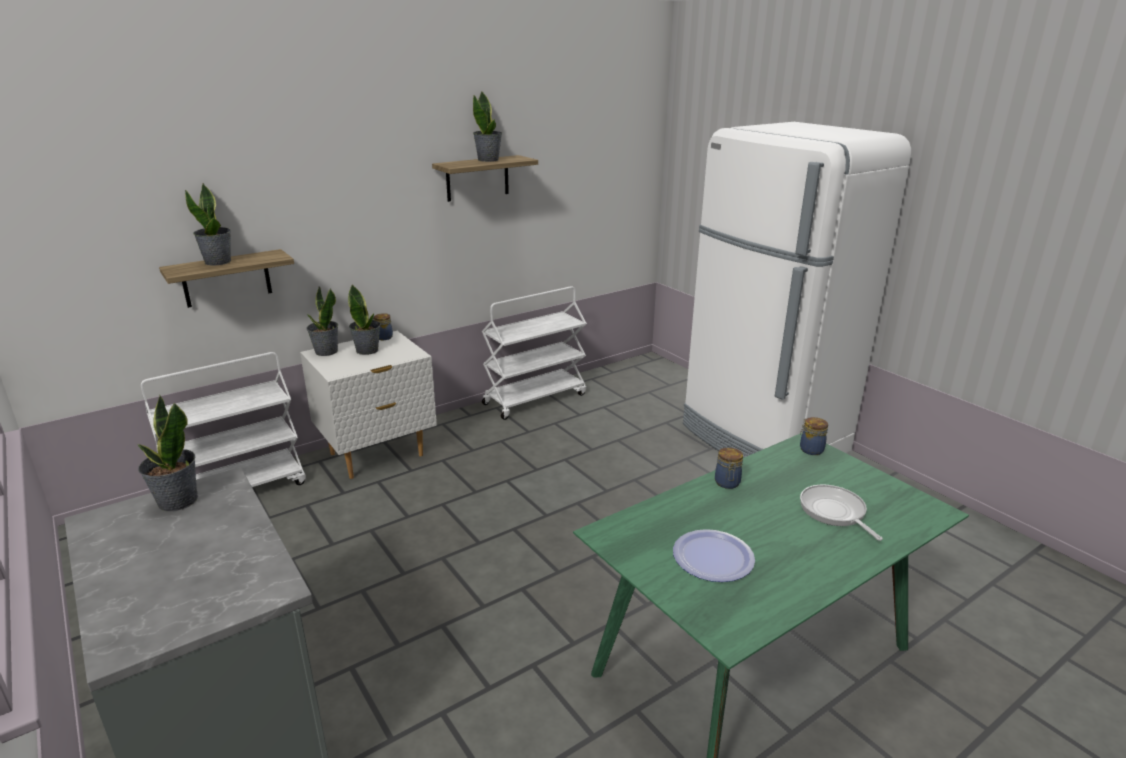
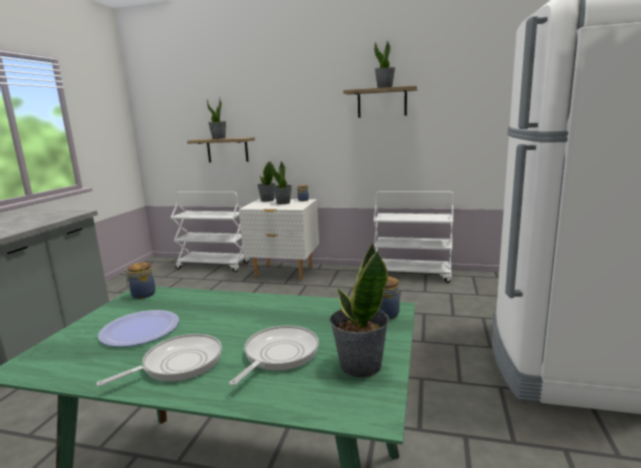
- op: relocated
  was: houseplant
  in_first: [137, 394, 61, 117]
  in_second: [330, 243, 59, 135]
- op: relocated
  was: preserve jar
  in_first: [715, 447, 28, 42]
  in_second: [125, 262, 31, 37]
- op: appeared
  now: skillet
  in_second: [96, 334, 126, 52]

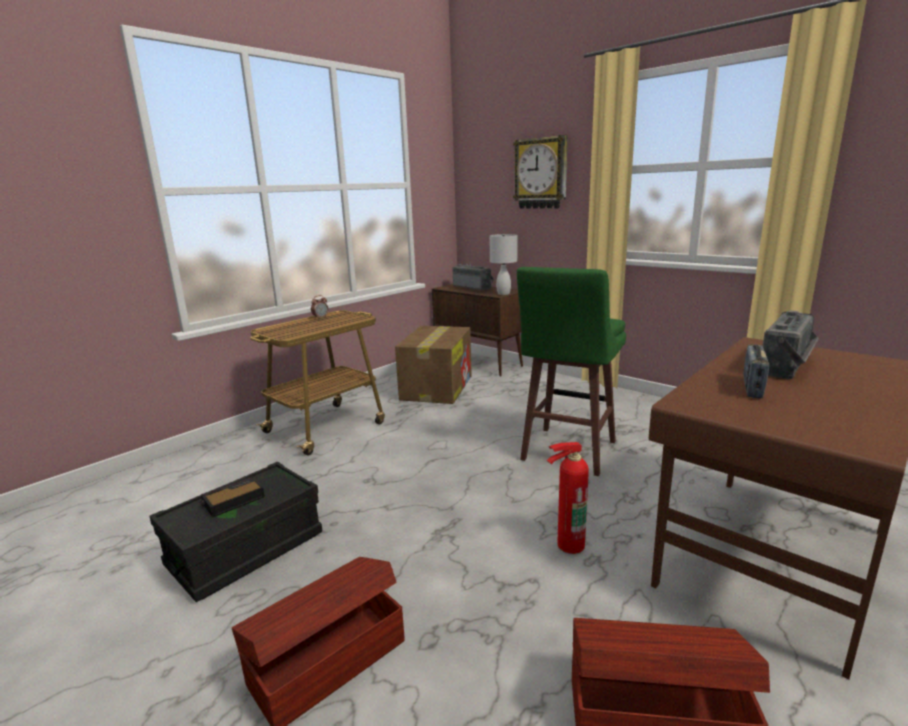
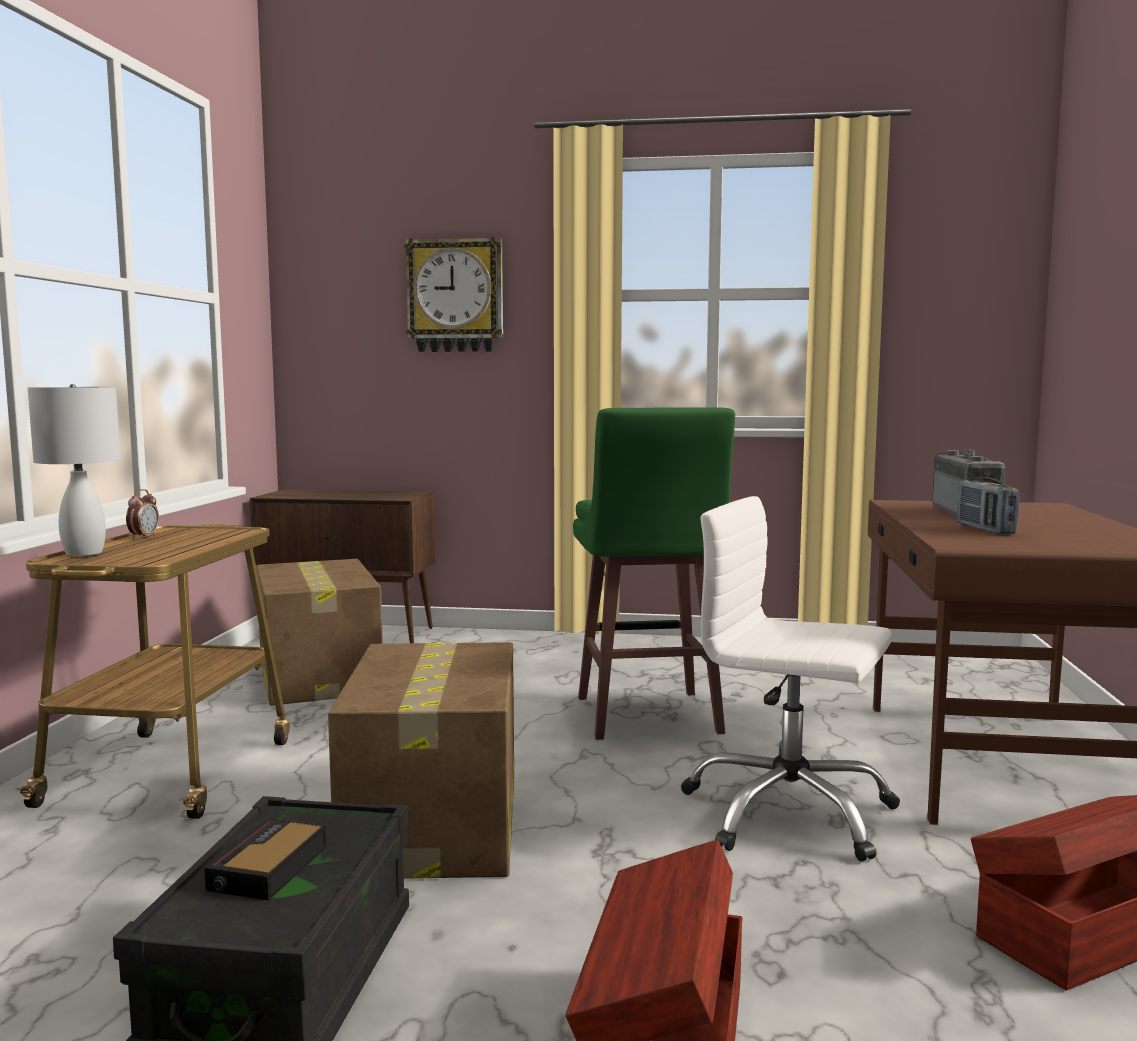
- op: relocated
  was: white-coloured table lamp
  in_first: [489, 234, 28, 61]
  in_second: [28, 384, 93, 172]
- op: missing
  was: radio set
  in_first: [453, 263, 41, 28]
- op: exchanged
  was: extinguisher
  now: white-coloured desk chair
  in_first: [547, 442, 42, 112]
  in_second: [681, 496, 219, 366]
- op: appeared
  now: cardboard box
  in_second: [328, 642, 186, 237]

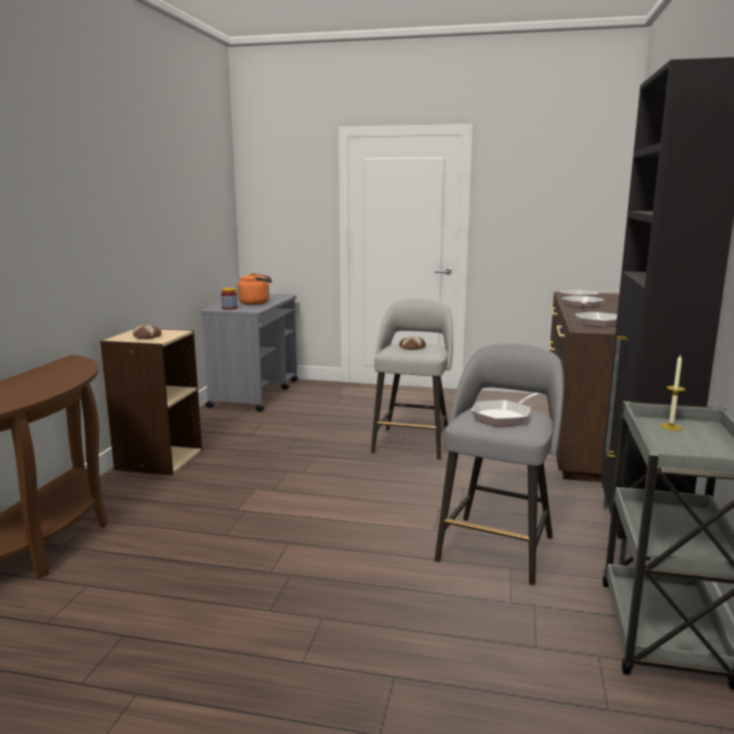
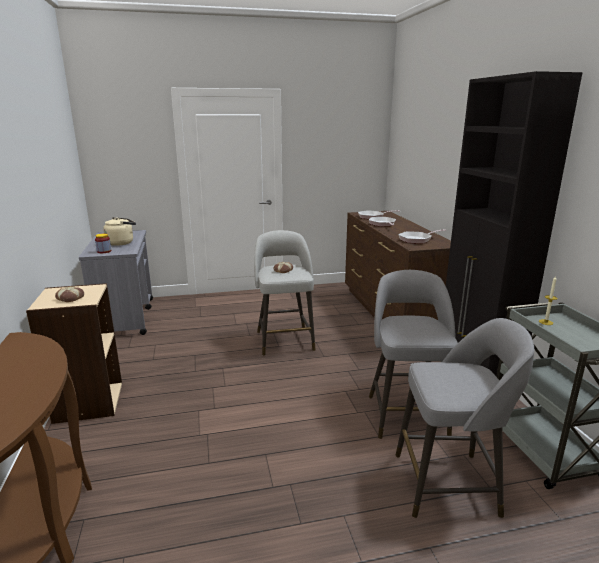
- op: colour
  was: orangey kettle
  now: beige-coloured kettle
  in_first: [238, 273, 34, 32]
  in_second: [103, 217, 33, 29]
- op: missing
  was: skillet
  in_first: [471, 392, 72, 34]
- op: appeared
  now: greyish sitting stool
  in_second: [396, 318, 138, 200]

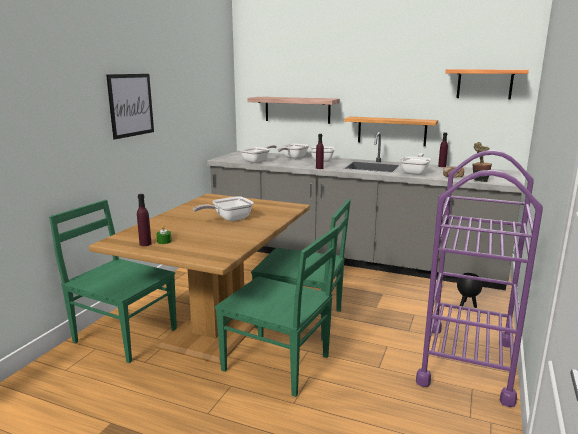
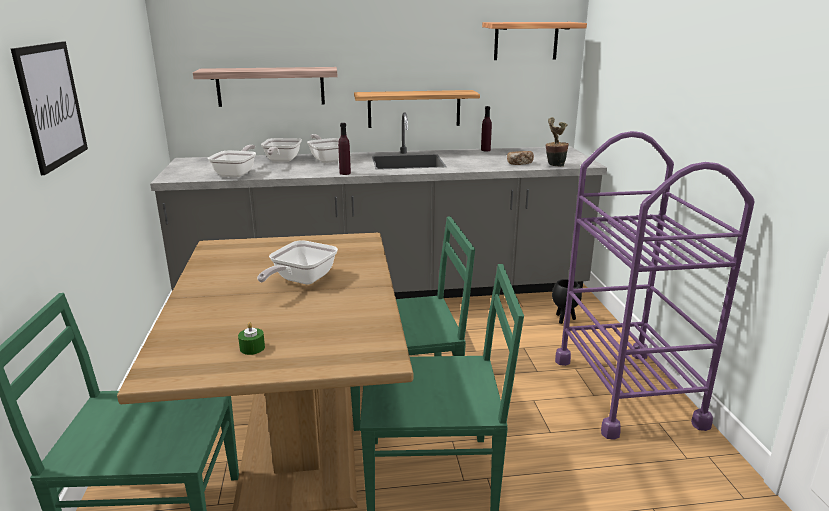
- op: missing
  was: skillet
  in_first: [400, 153, 31, 22]
- op: missing
  was: purple-coloured beverage bottle
  in_first: [137, 194, 15, 52]

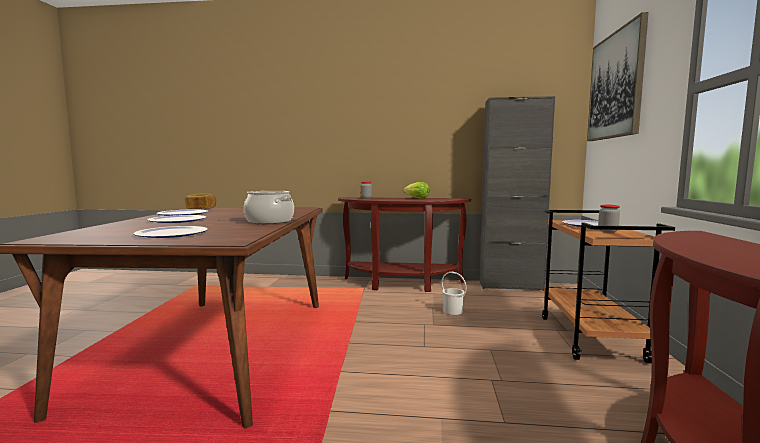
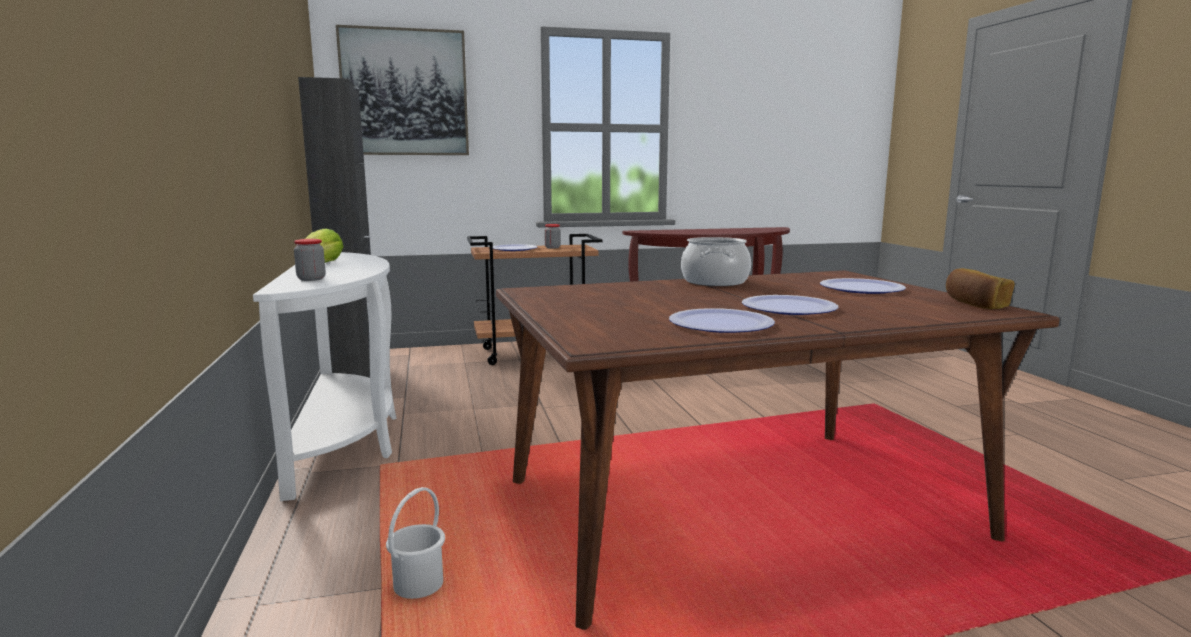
- op: relocated
  was: bread
  in_first: [185, 193, 31, 16]
  in_second: [946, 268, 68, 41]
- op: colour
  was: brown-coloured narrow table
  now: white-coloured narrow table
  in_first: [338, 197, 133, 95]
  in_second: [253, 252, 143, 249]
- op: relocated
  was: white-coloured water bucket
  in_first: [441, 272, 26, 43]
  in_second: [386, 487, 59, 112]

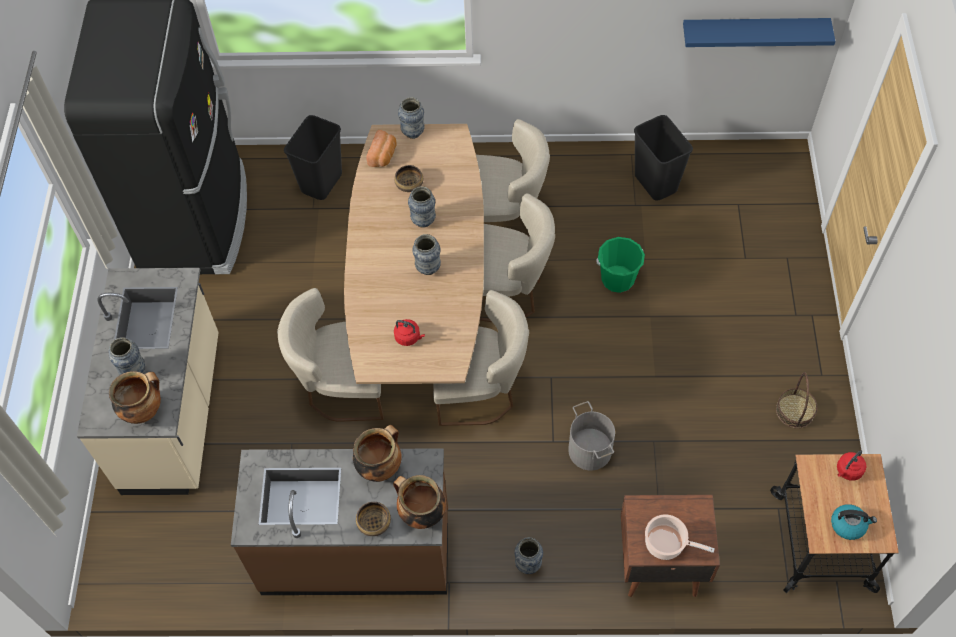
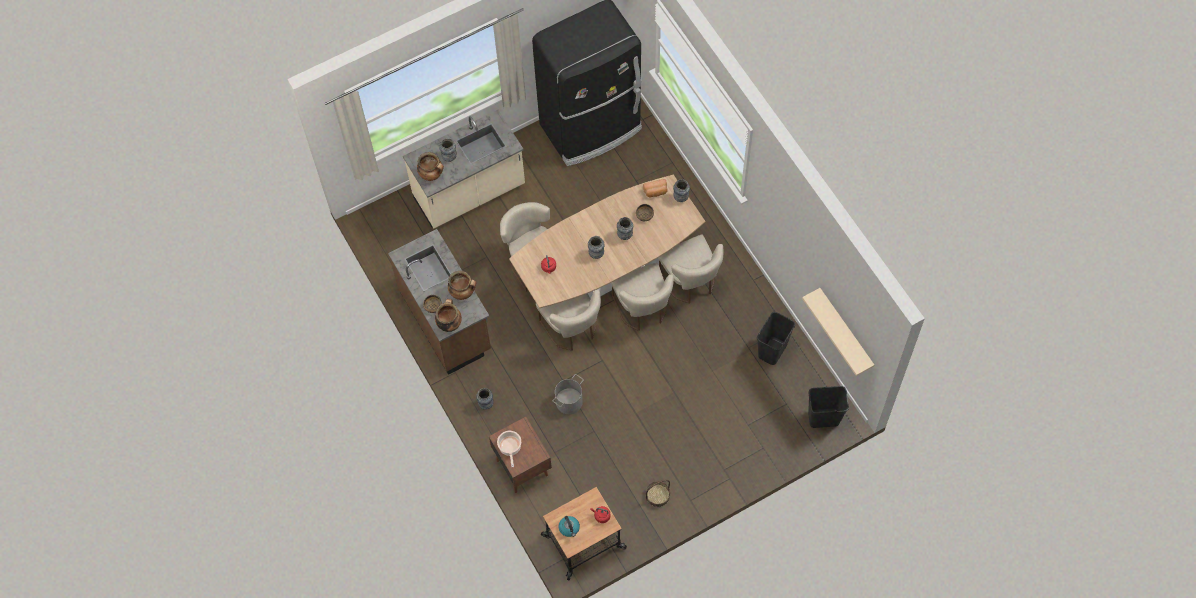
- op: colour
  was: blue wall shelf
  now: beige-coloured wall shelf
  in_first: [683, 18, 153, 29]
  in_second: [802, 288, 72, 88]
- op: relocated
  was: blackish rubbish bin
  in_first: [284, 115, 58, 85]
  in_second: [808, 386, 41, 42]
- op: missing
  was: greenish water bucket
  in_first: [596, 237, 49, 56]

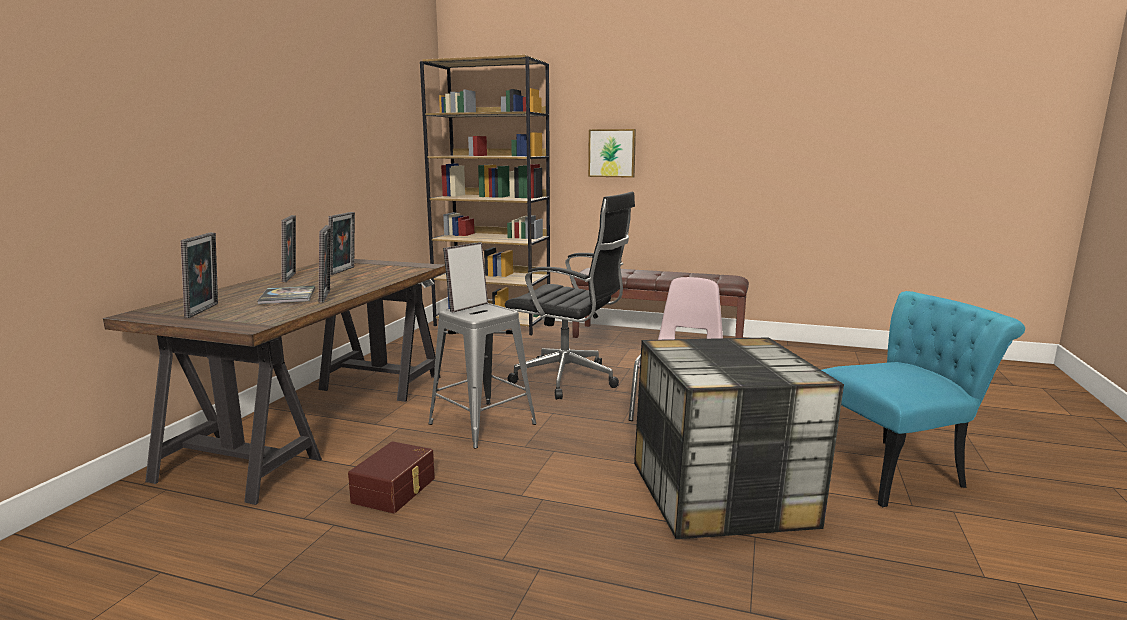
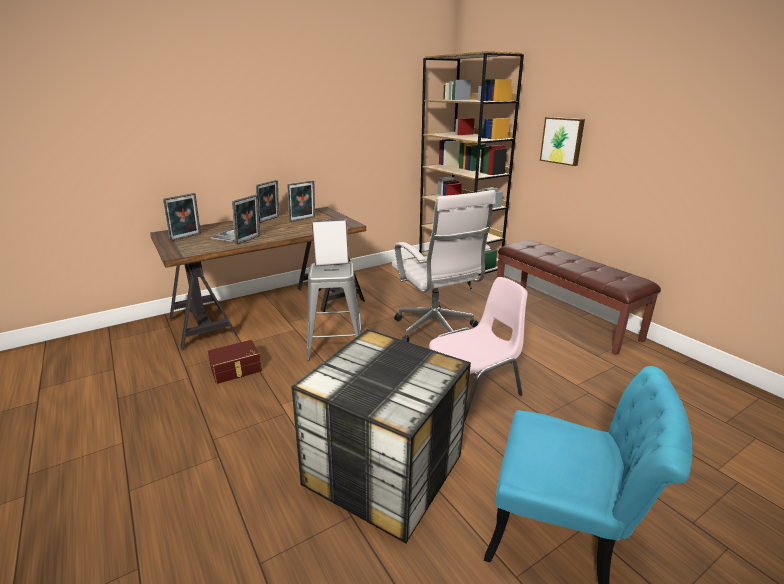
- op: colour
  was: blackish desk chair
  now: white-coloured desk chair
  in_first: [505, 192, 130, 208]
  in_second: [392, 190, 104, 152]

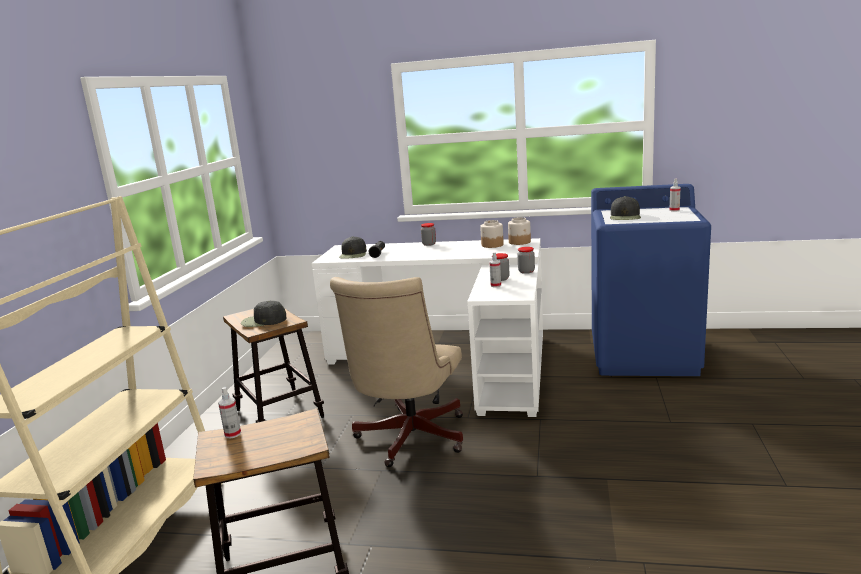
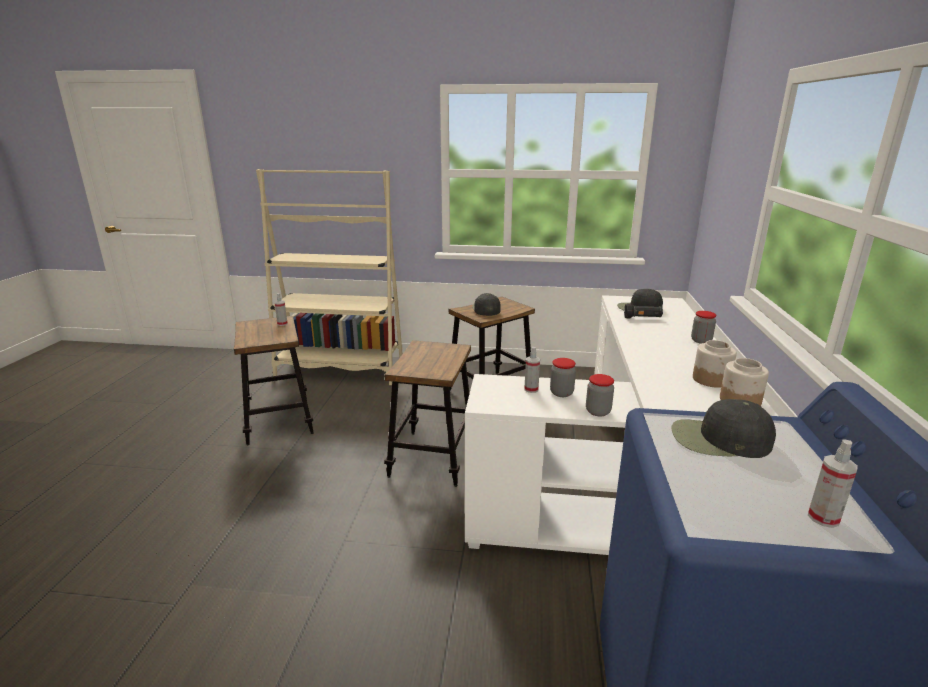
- op: exchanged
  was: beige-coloured desk chair
  now: sitting stool
  in_first: [330, 277, 133, 190]
  in_second: [384, 340, 87, 147]

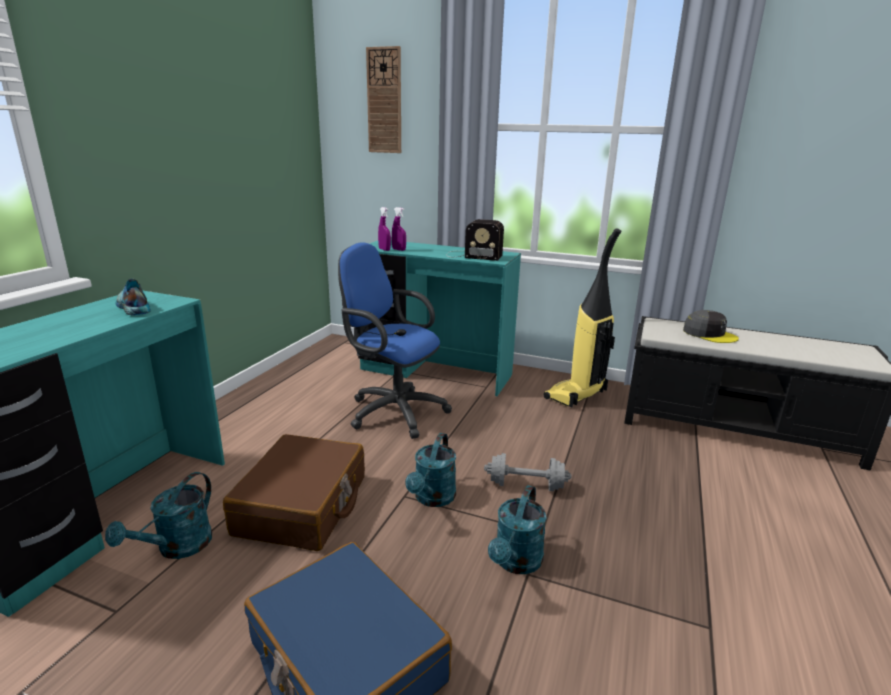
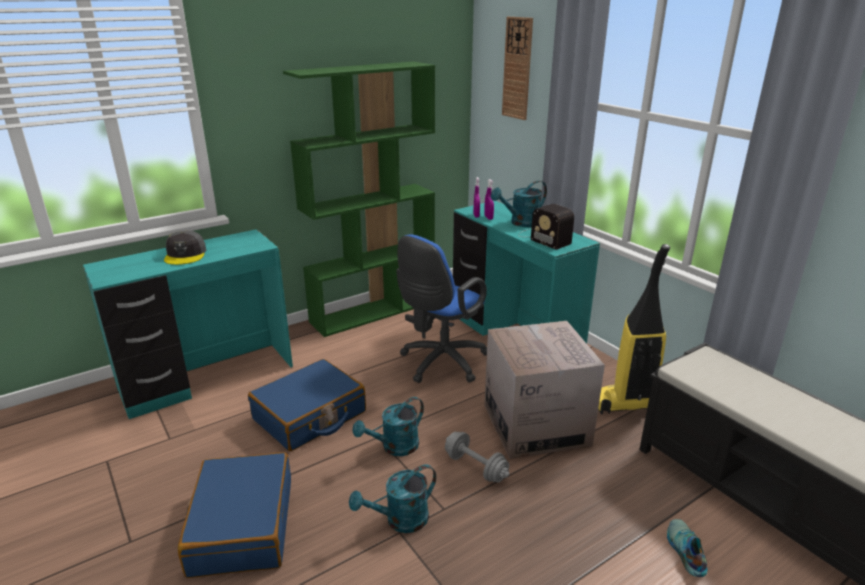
- op: spun
  was: blue desk chair
  in_first: [338, 242, 114, 197]
  in_second: [396, 234, 91, 149]
  clockwise: -120
- op: relocated
  was: shoe
  in_first: [116, 278, 35, 37]
  in_second: [667, 519, 40, 58]
- op: relocated
  was: greyish peaked cap
  in_first: [683, 310, 56, 33]
  in_second: [164, 231, 42, 34]
- op: colour
  was: brown-coloured suitcase
  now: blue suitcase
  in_first: [223, 434, 142, 117]
  in_second: [248, 359, 118, 92]
- op: relocated
  was: blue-green watering can
  in_first: [105, 472, 107, 87]
  in_second: [491, 181, 56, 46]
- op: appeared
  now: greenish shelving unit
  in_second: [283, 61, 152, 276]
- op: appeared
  now: cardboard box
  in_second: [484, 321, 121, 138]

